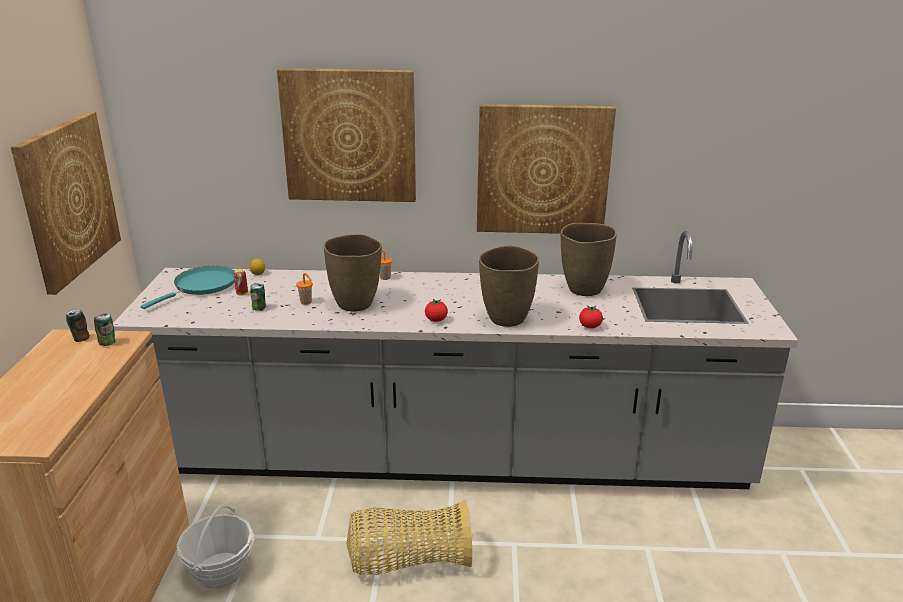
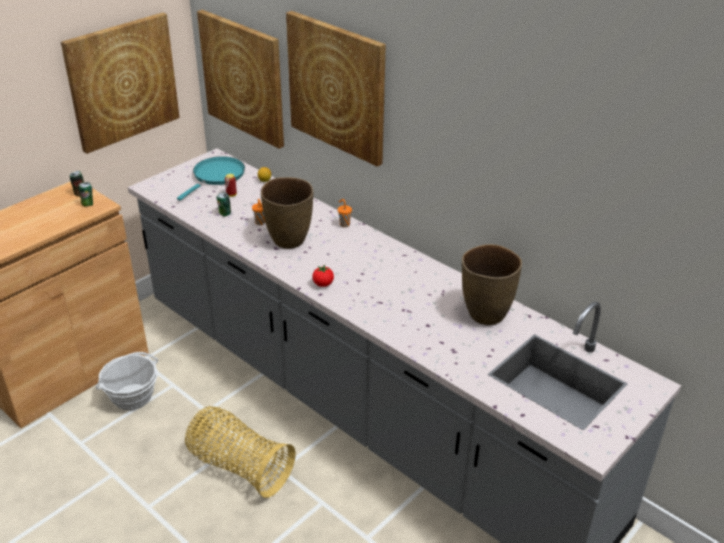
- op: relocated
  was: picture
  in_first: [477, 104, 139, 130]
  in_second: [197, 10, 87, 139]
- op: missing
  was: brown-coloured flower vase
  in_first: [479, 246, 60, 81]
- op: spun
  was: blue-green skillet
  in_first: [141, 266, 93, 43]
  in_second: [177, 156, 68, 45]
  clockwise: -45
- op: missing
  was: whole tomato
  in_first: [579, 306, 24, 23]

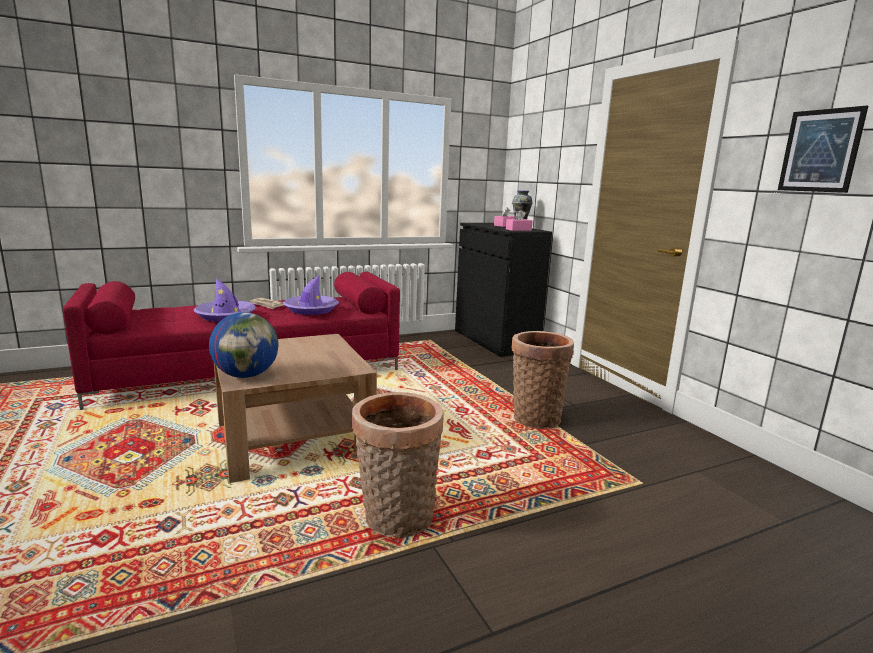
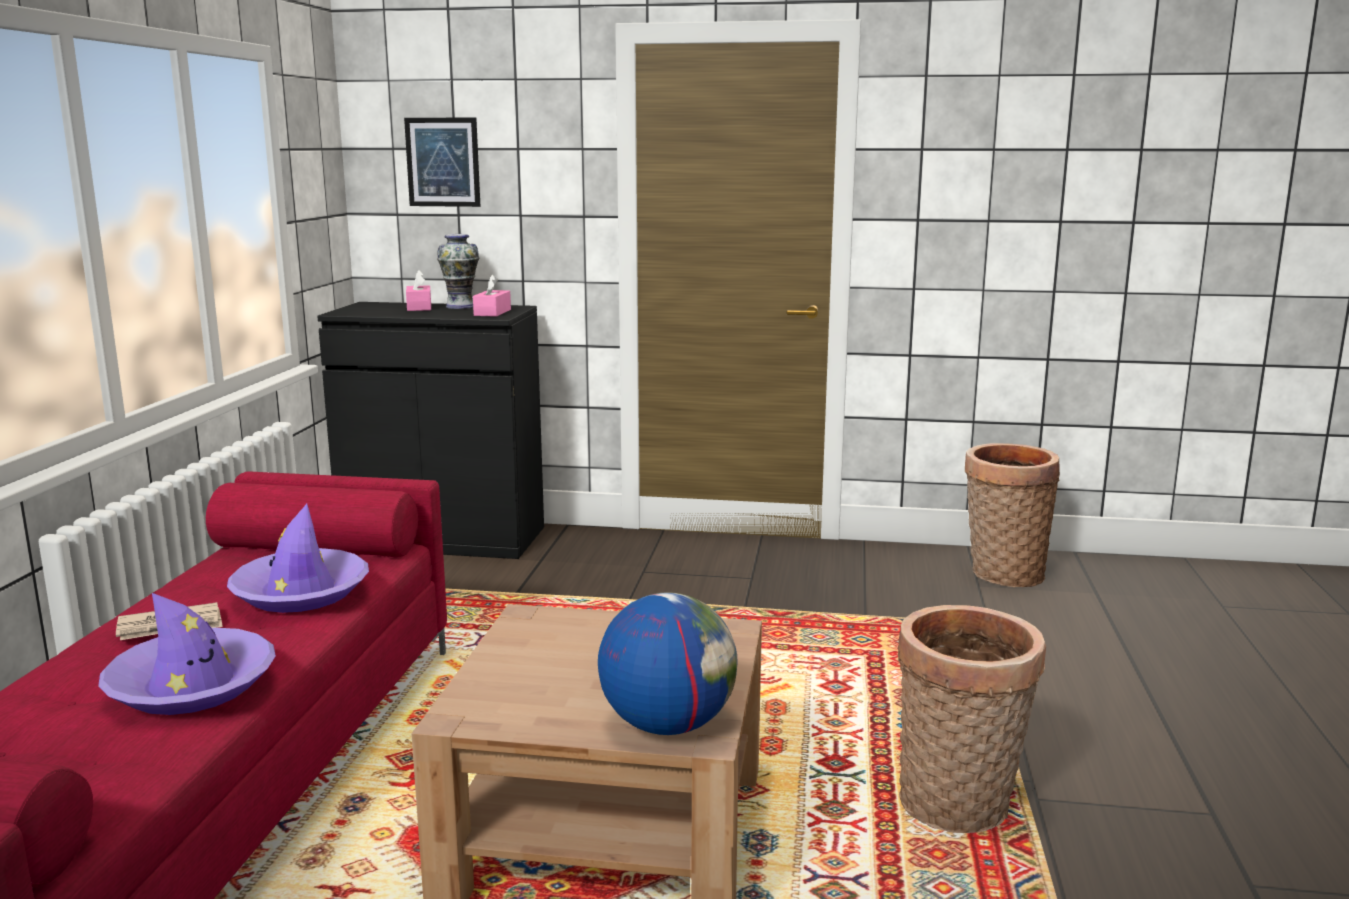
- op: relocated
  was: picture
  in_first: [778, 106, 90, 87]
  in_second: [404, 118, 77, 89]
- op: relocated
  was: storage basket
  in_first: [511, 331, 63, 98]
  in_second: [965, 443, 95, 144]

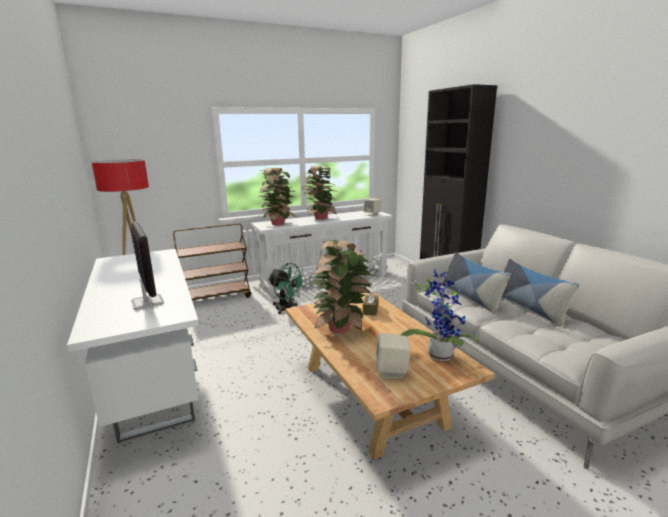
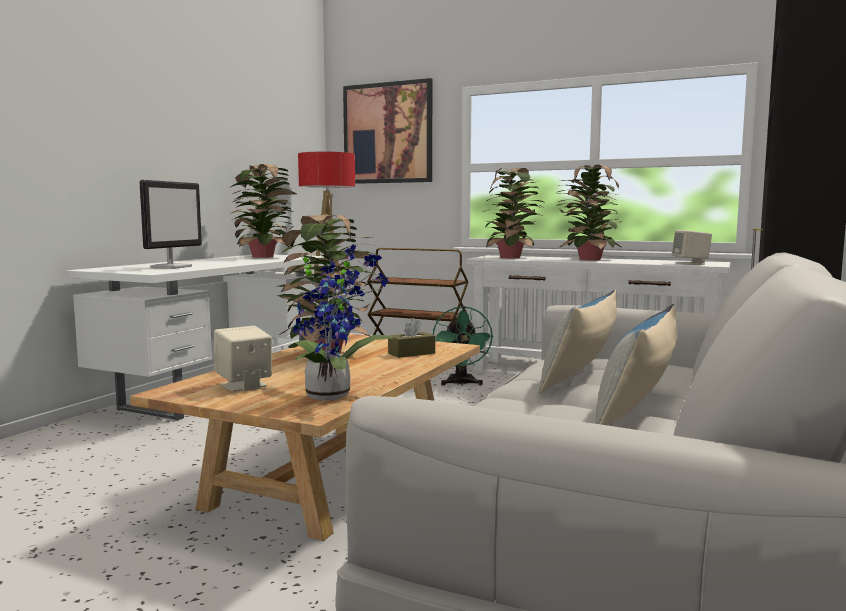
- op: appeared
  now: picture
  in_second: [343, 78, 89, 106]
- op: appeared
  now: houseplant
  in_second: [229, 164, 68, 94]

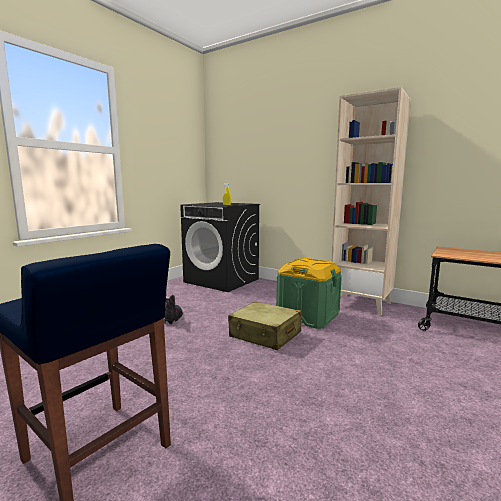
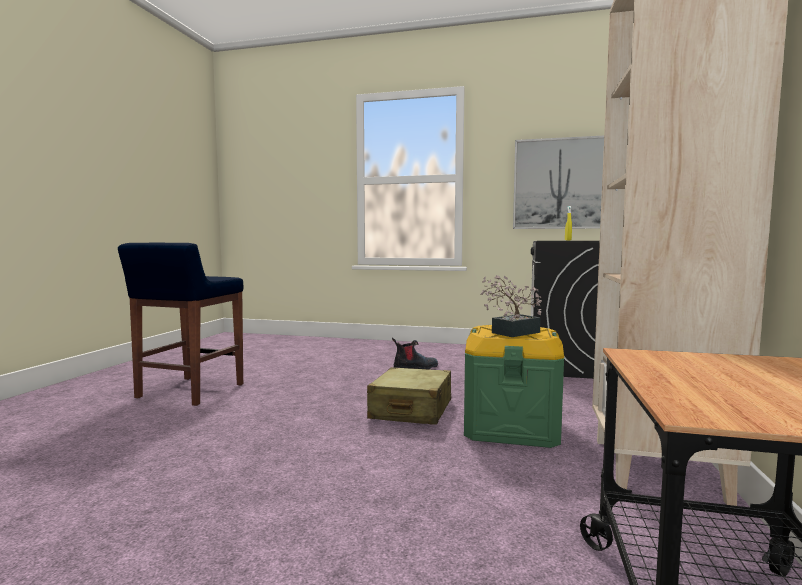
- op: appeared
  now: picture
  in_second: [513, 136, 91, 93]
- op: appeared
  now: houseplant
  in_second: [481, 275, 61, 62]

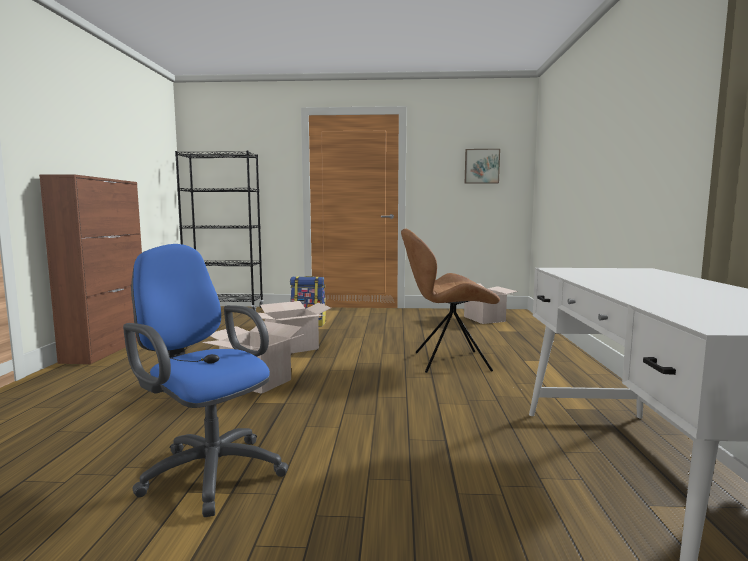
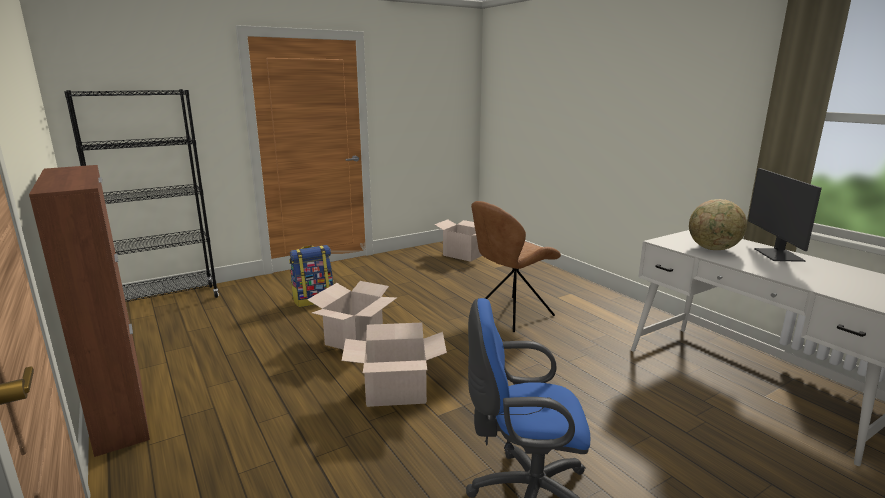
- op: missing
  was: picture
  in_first: [465, 149, 35, 35]
- op: appeared
  now: computer display
  in_second: [748, 168, 74, 94]
- op: appeared
  now: globe
  in_second: [689, 199, 58, 51]

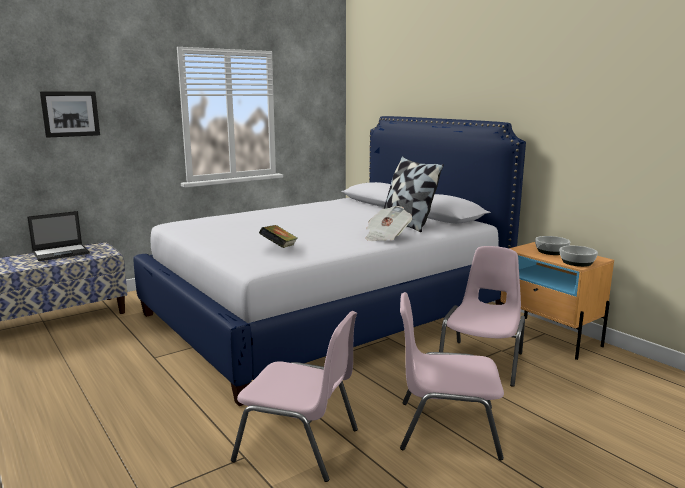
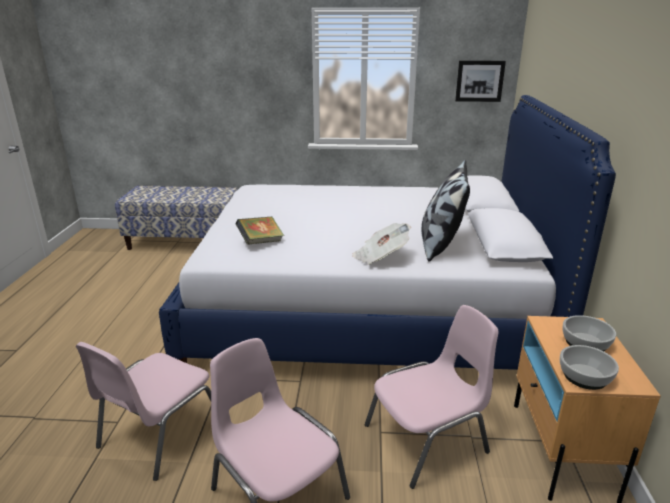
- op: relocated
  was: picture
  in_first: [40, 91, 60, 47]
  in_second: [455, 61, 51, 41]
- op: missing
  was: laptop
  in_first: [27, 211, 63, 50]
- op: spun
  was: pinkish upright chair
  in_first: [231, 311, 127, 171]
  in_second: [76, 342, 135, 139]
  clockwise: 60

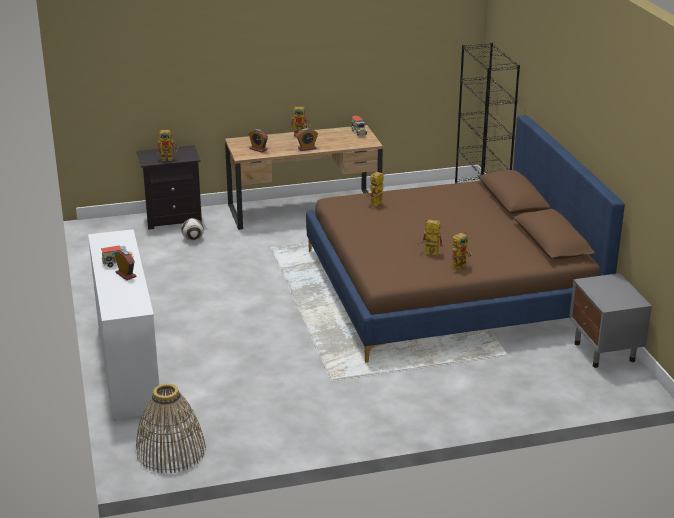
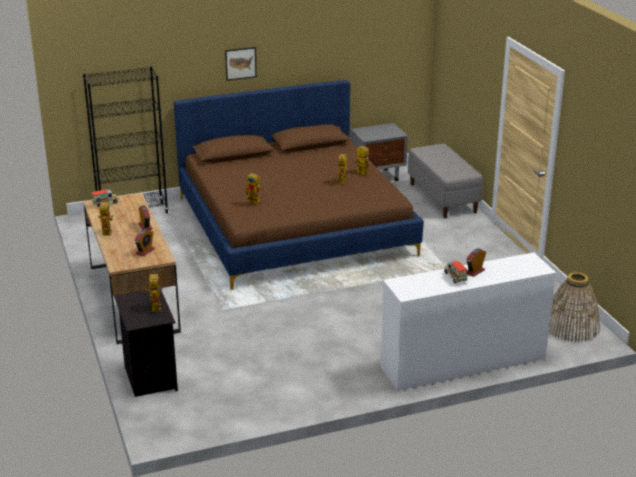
- op: missing
  was: football ball
  in_first: [181, 218, 23, 23]
- op: appeared
  now: picture
  in_second: [225, 47, 32, 34]
- op: appeared
  now: greyish bench
  in_second: [408, 144, 75, 74]

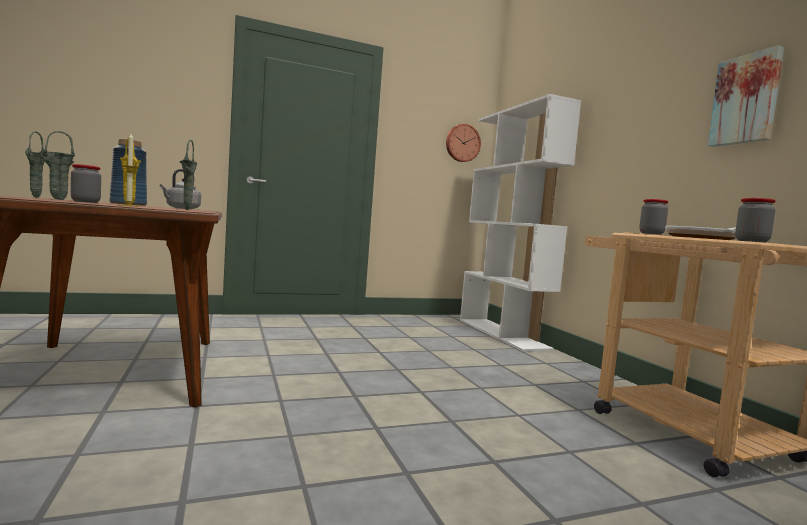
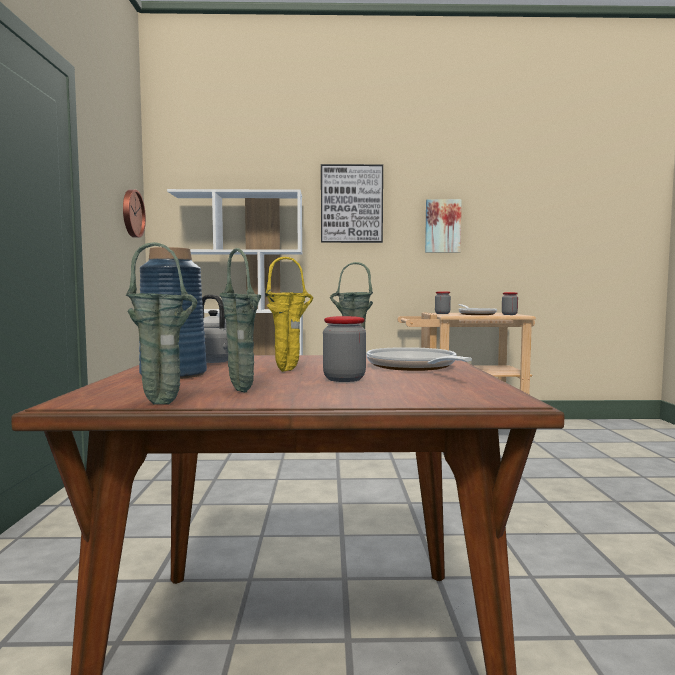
- op: exchanged
  was: candle
  now: skillet
  in_first: [121, 134, 19, 73]
  in_second: [366, 347, 106, 24]
- op: appeared
  now: picture
  in_second: [321, 164, 62, 79]

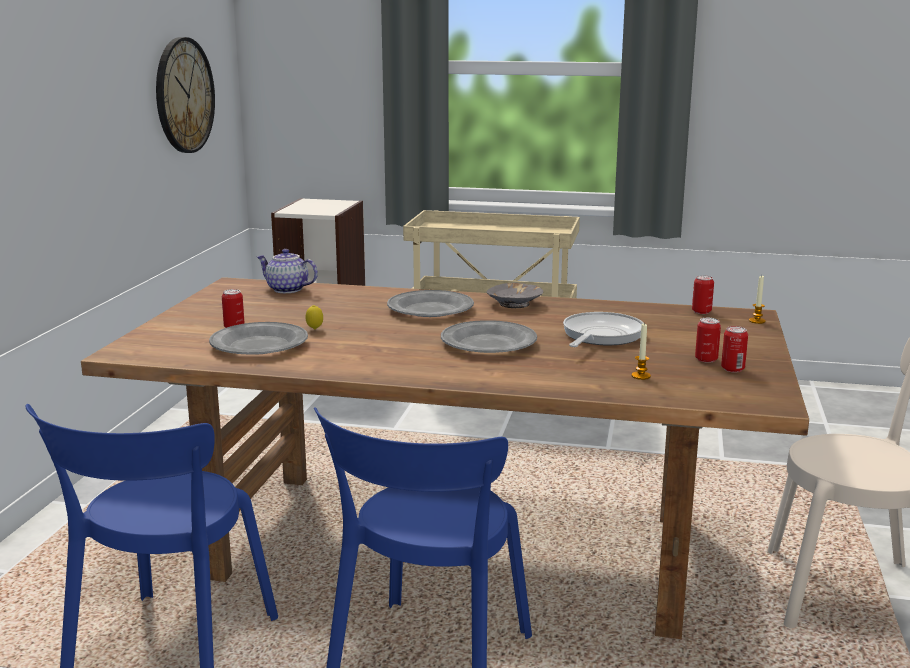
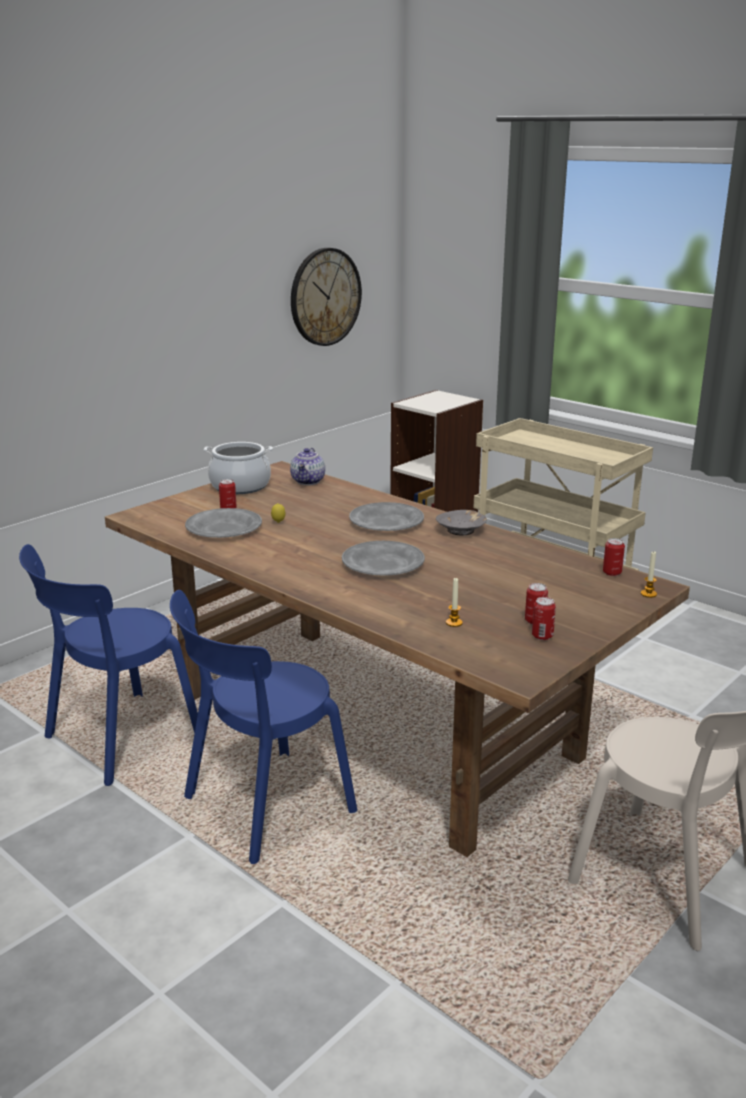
- op: spun
  was: teapot
  in_first: [257, 249, 61, 44]
  in_second: [290, 448, 35, 37]
  clockwise: -135
- op: missing
  was: skillet
  in_first: [563, 312, 81, 35]
- op: appeared
  now: cooking pot
  in_second: [204, 442, 69, 52]

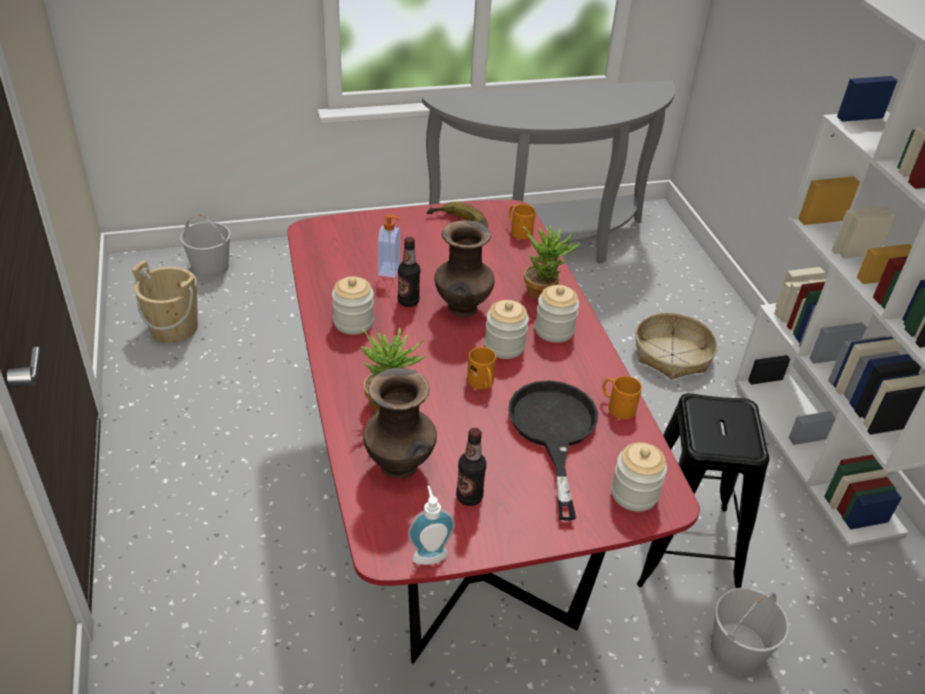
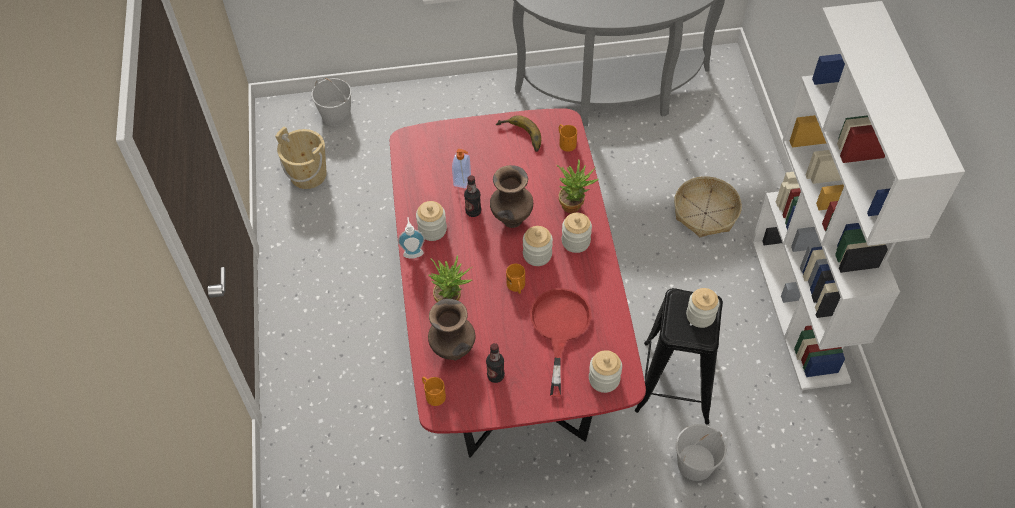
- op: relocated
  was: orangey coffee mug
  in_first: [603, 376, 39, 43]
  in_second: [422, 377, 24, 29]
- op: colour
  was: blackish skillet
  now: reddish skillet
  in_first: [508, 380, 90, 141]
  in_second: [530, 288, 61, 109]
- op: relocated
  was: soap bottle
  in_first: [408, 486, 47, 79]
  in_second: [398, 217, 27, 41]
- op: appeared
  now: preserve jar
  in_second: [686, 288, 33, 40]

